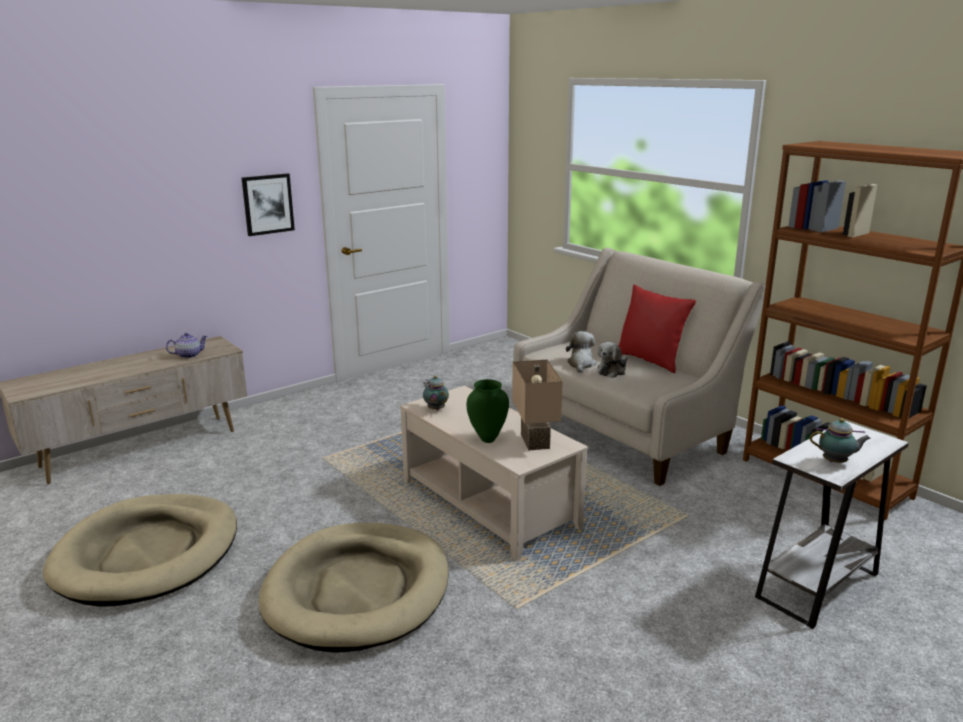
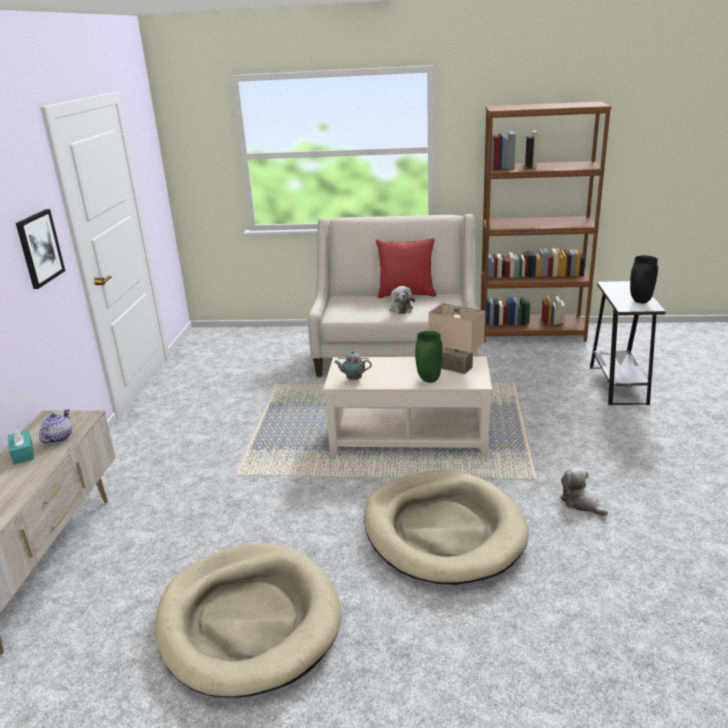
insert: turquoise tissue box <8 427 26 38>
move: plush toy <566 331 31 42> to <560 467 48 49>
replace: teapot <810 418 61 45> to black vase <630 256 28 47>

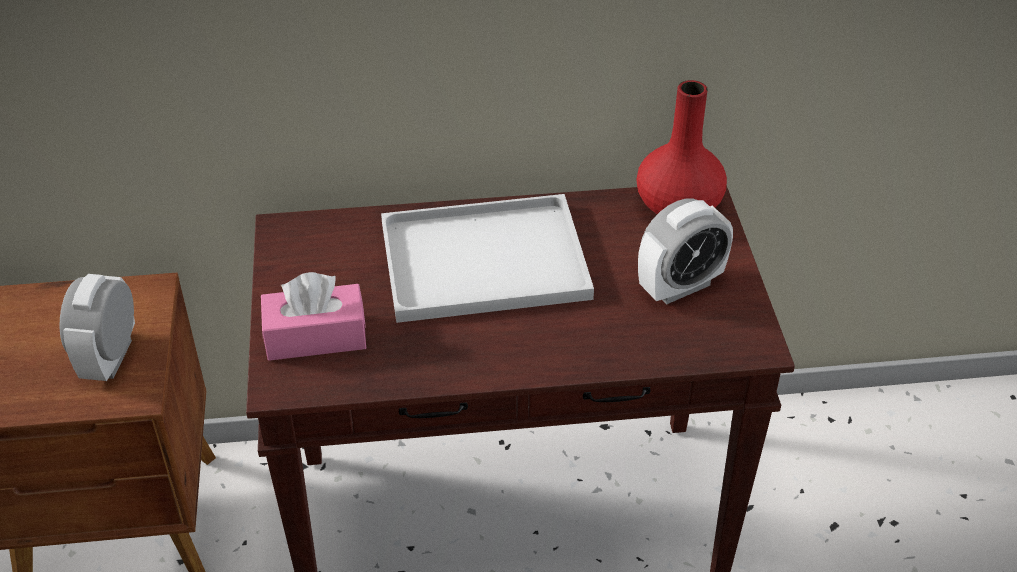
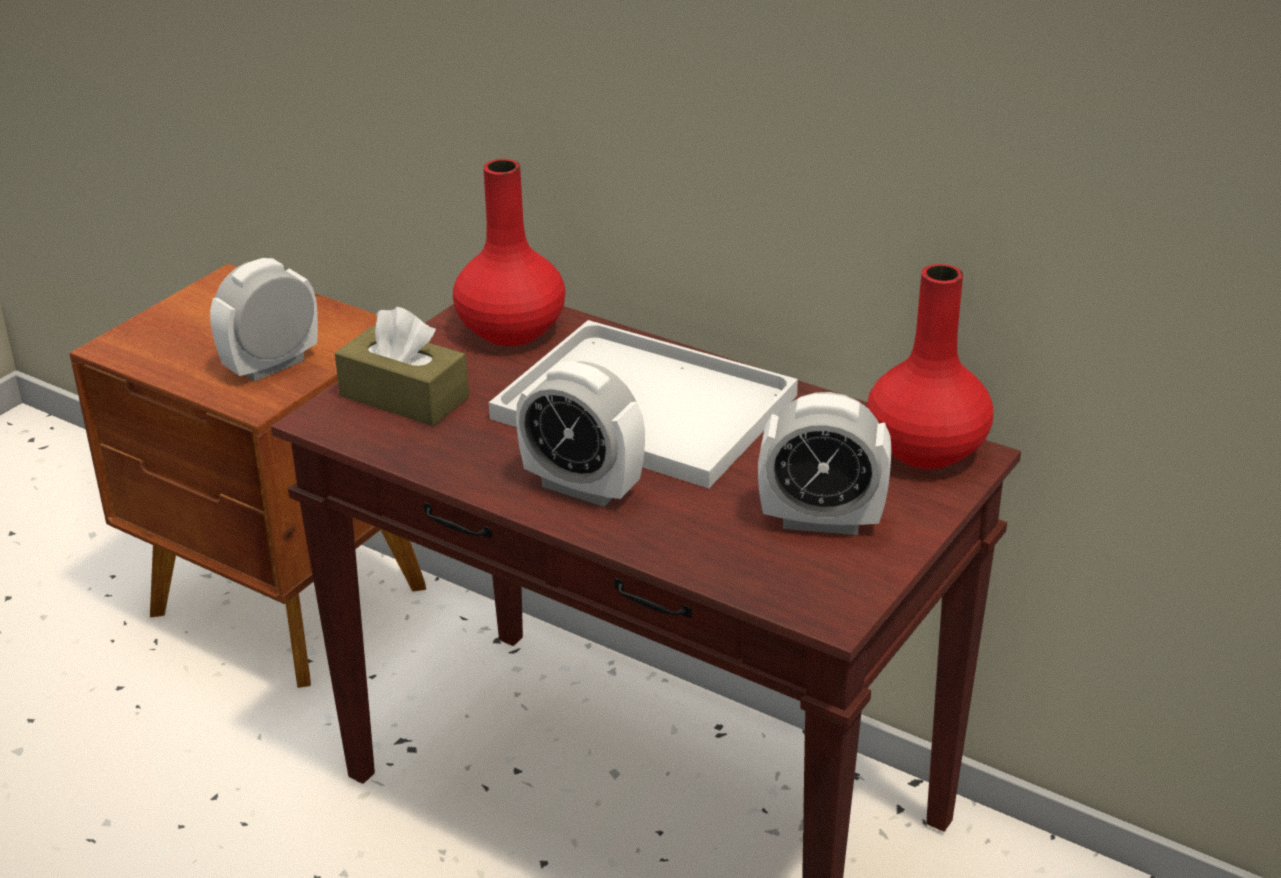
insert: red vase <453 159 113 187>; alarm clock <516 361 129 146>
recolor: pink tissue box <261 272 105 89> to brown tissue box <335 307 134 119>

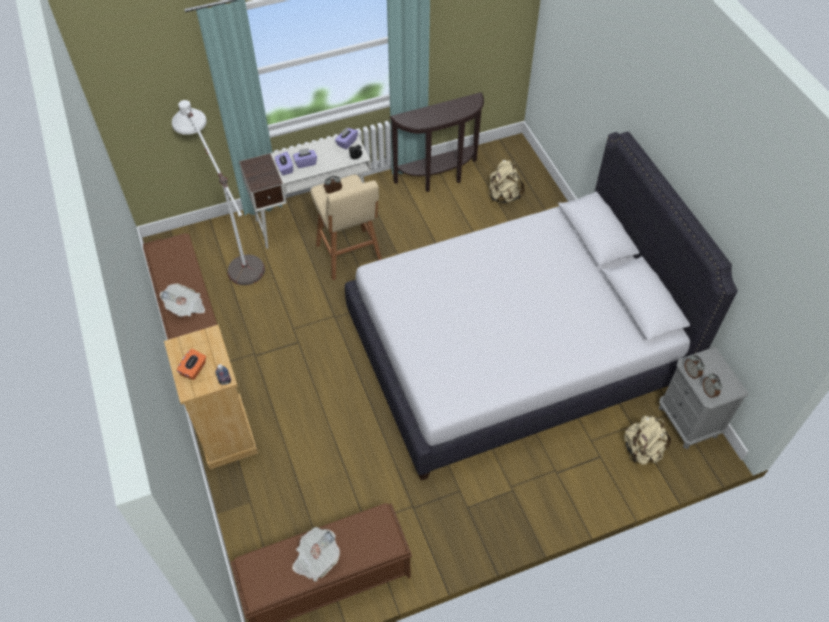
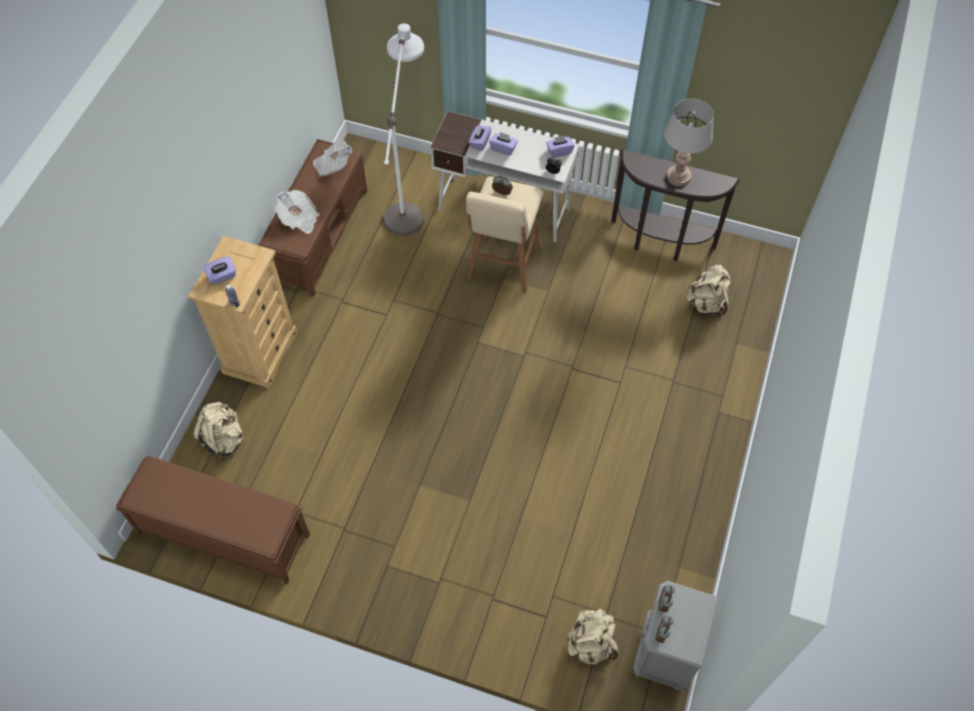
delete: white bed <345 132 393 348>
insert: grey table lamp <664 99 50 87>; beige backpack <193 402 50 59>
move: newspaper <292 527 48 55> to <313 141 39 36>
recolor: orange tissue box <177 349 29 31> to purple tissue box <203 256 33 29>

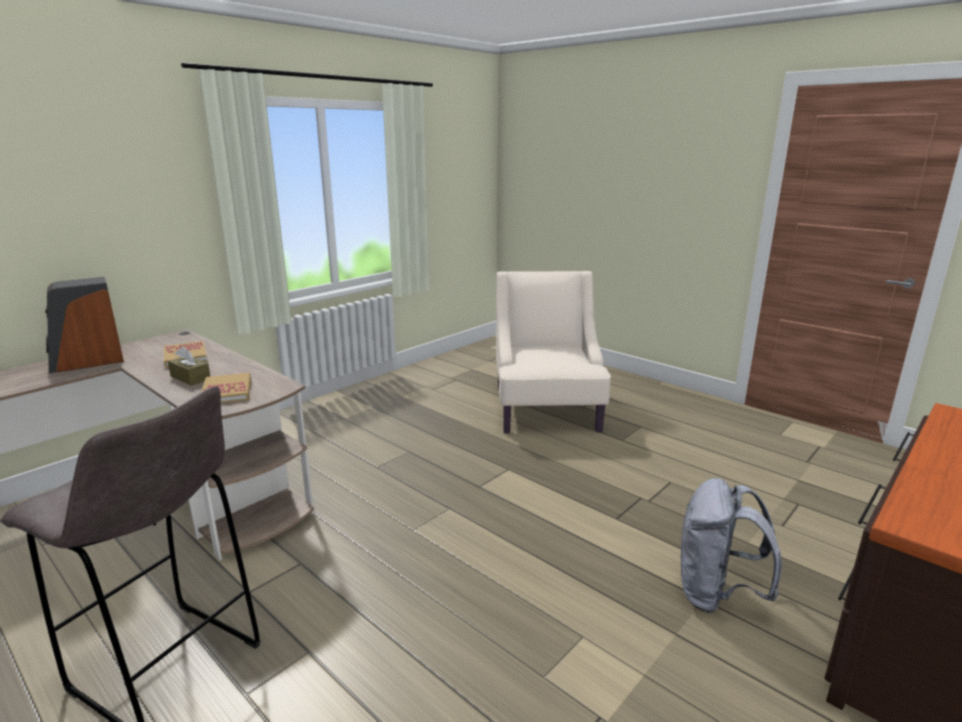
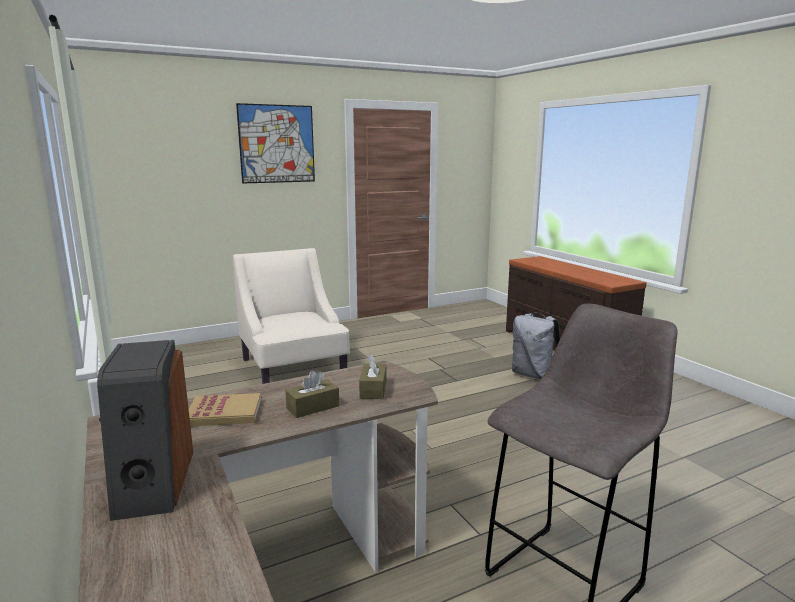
insert: picture <236 103 79 81>
replace: book <201 373 50 30> to brown tissue box <359 354 27 45>
rotate: beige armchair <496 271 115 163> = <233 248 117 136> 45 degrees clockwise

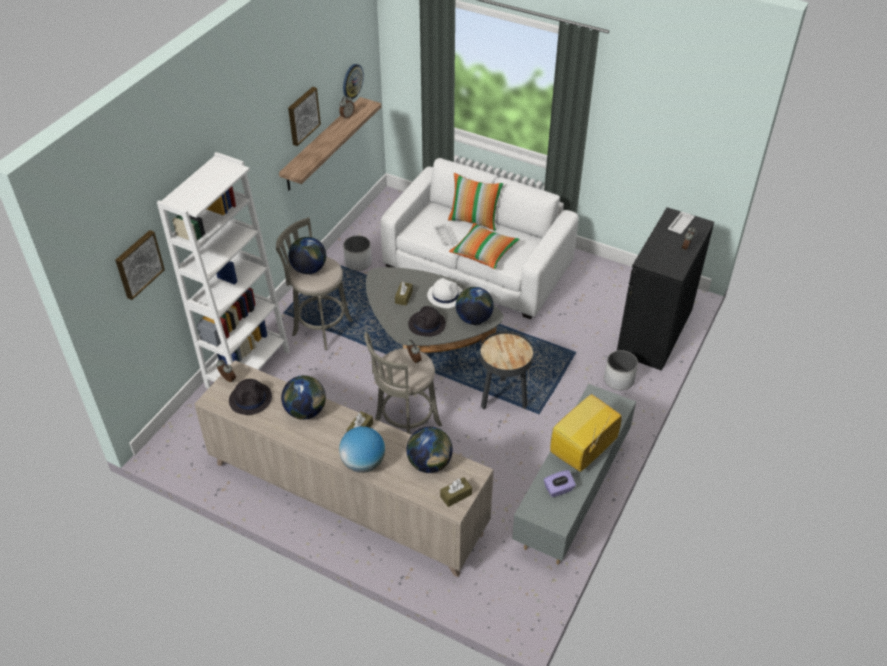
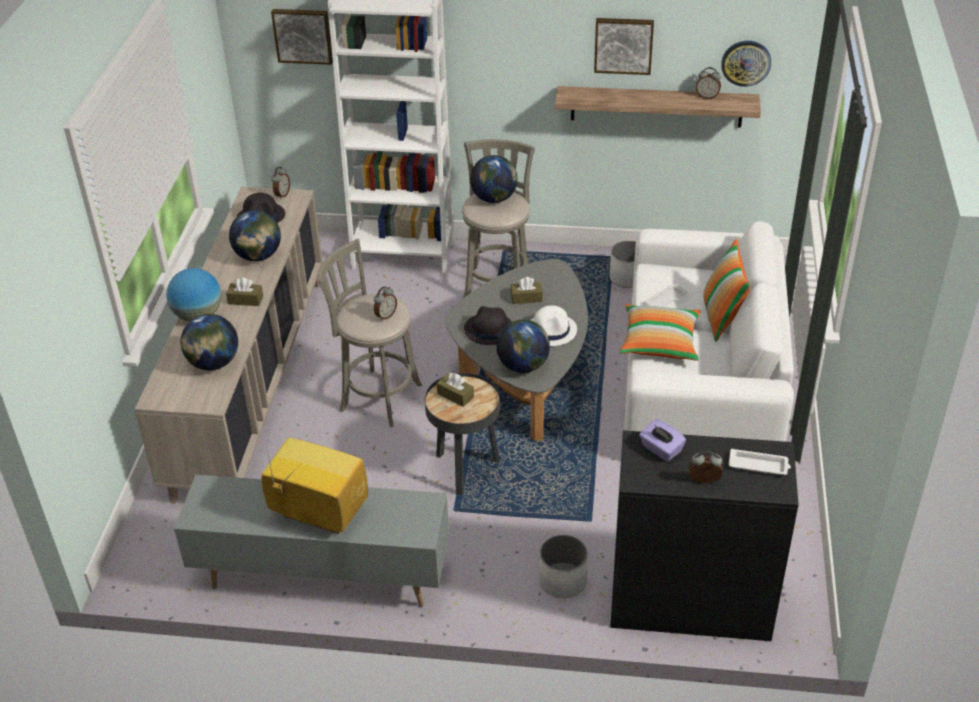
move: purple tissue box <544 470 32 27> to <639 419 47 43>; brown tissue box <440 477 32 30> to <437 373 37 34>

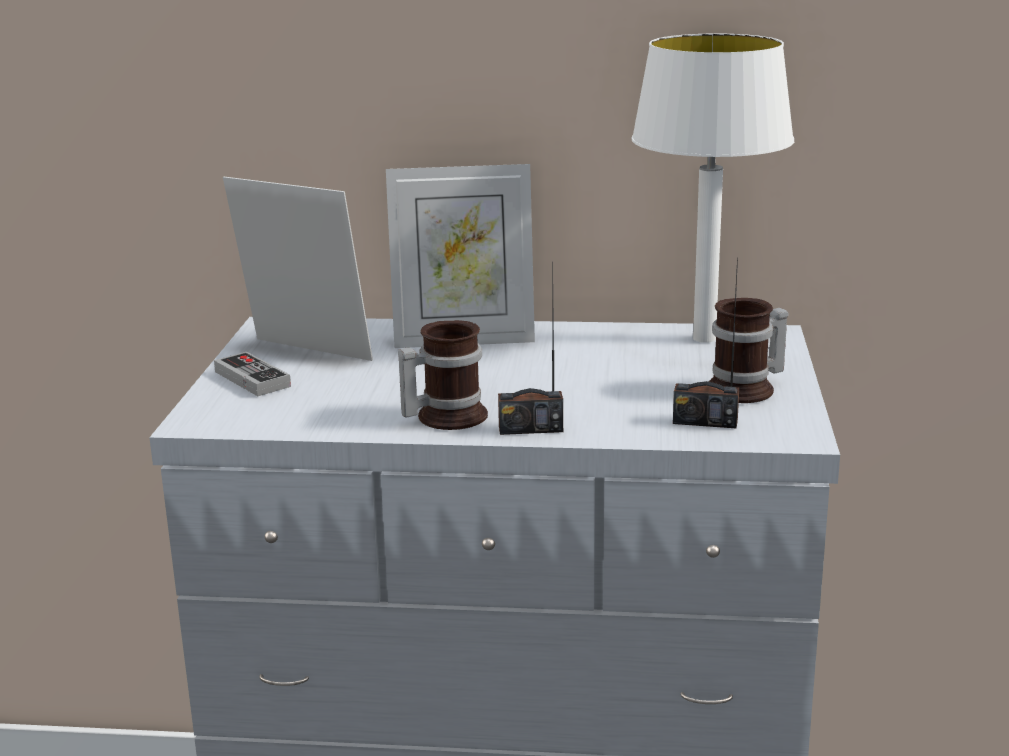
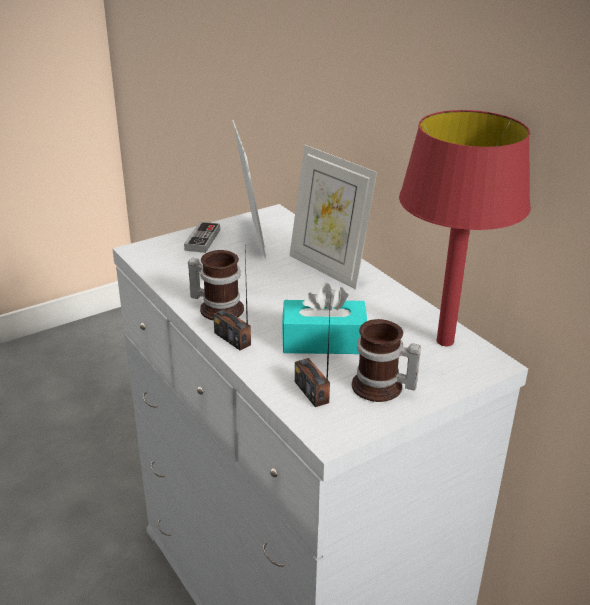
insert: turquoise tissue box <282 283 85 71>
recolor: white table lamp <631 33 163 310> to red table lamp <399 110 132 236>

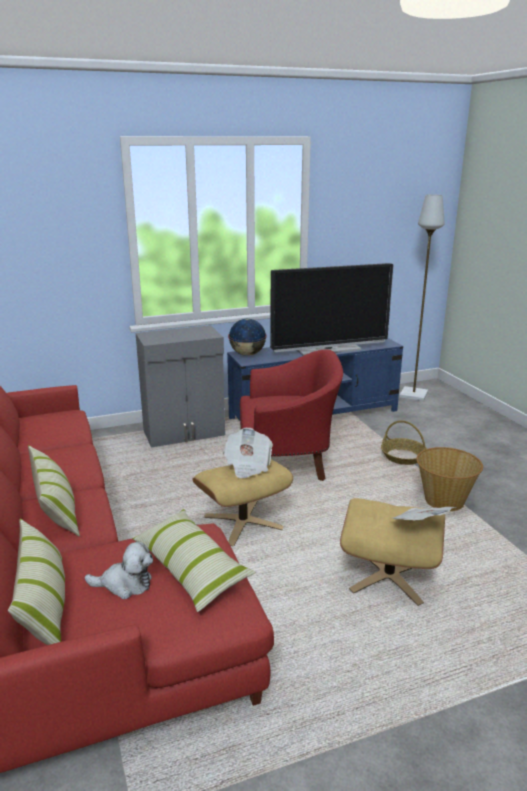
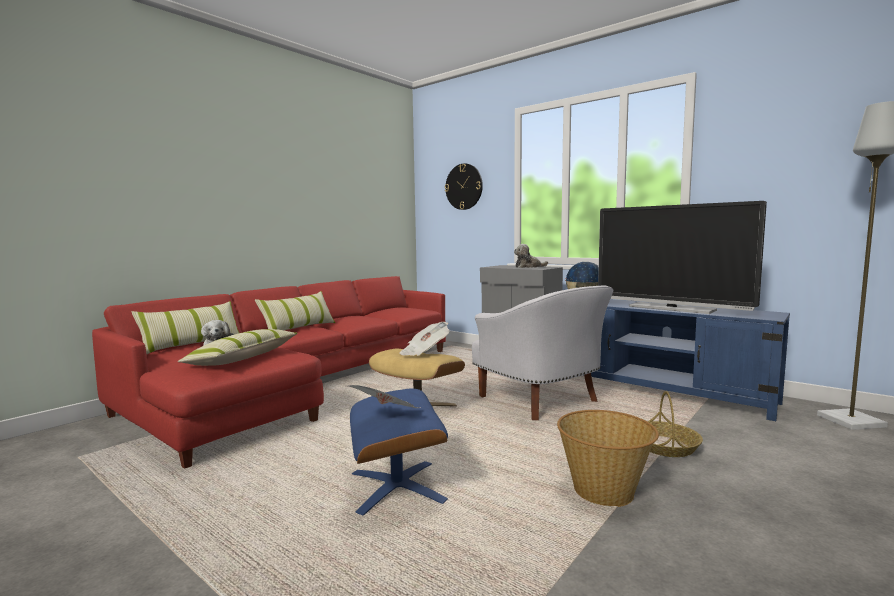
insert: wall clock <445 163 38 47>; plush toy <514 244 34 24>
recolor: red armchair <240 350 103 131> to white armchair <472 286 141 134>; beige ottoman <340 498 105 108> to blue ottoman <350 389 98 126>

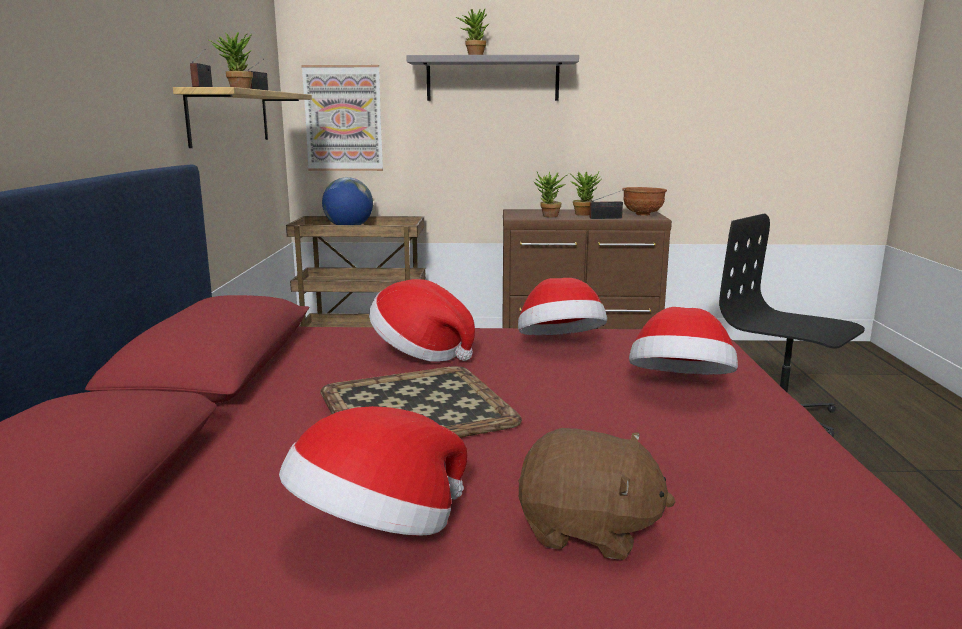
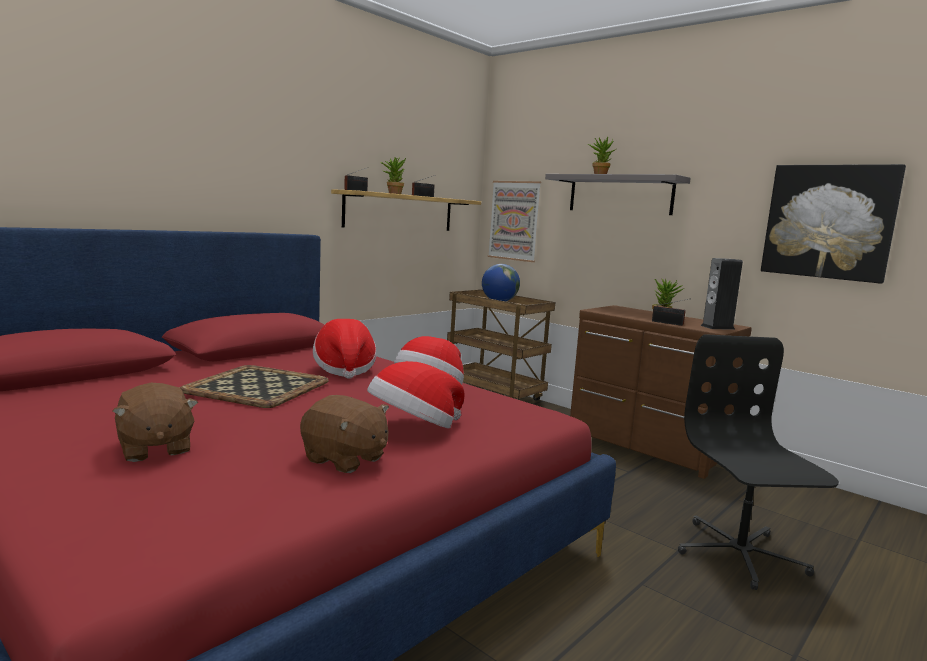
delete: potted plant <533 172 34 45>; hat <279 406 188 130>
insert: picture <761 164 145 120>; brown plush toy <300 395 89 78>
replace: brown bowl <622 187 45 29> to speaker <701 258 42 72>

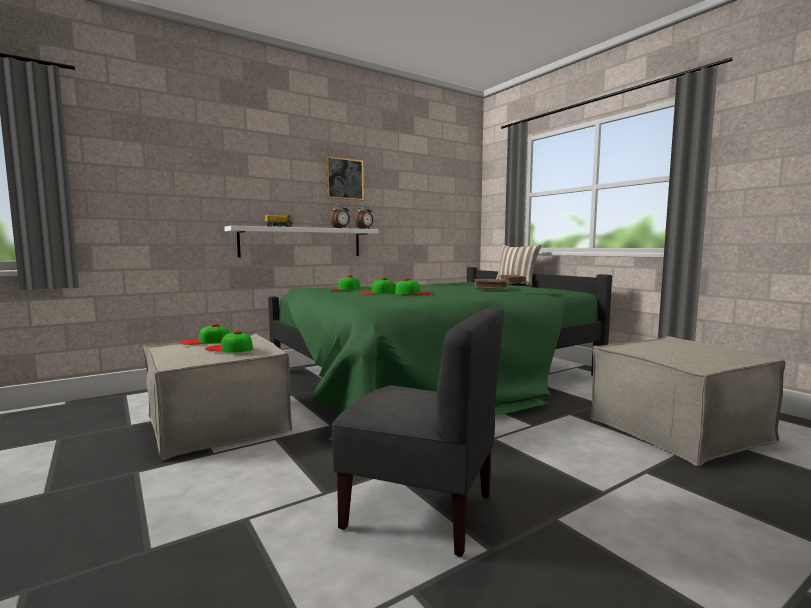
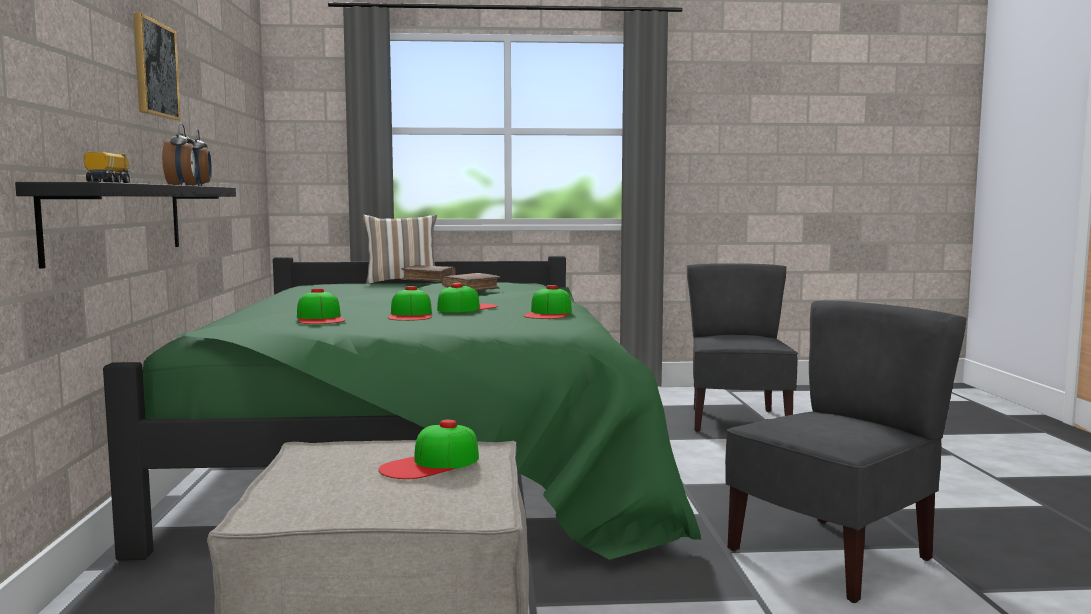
move: cap <180 324 49 21> to <524 285 48 34>
replace: beige ottoman <590 336 196 130> to grey chair <687 263 111 169>
recolor: white shelf <224 225 155 32> to black shelf <15 182 221 87>

